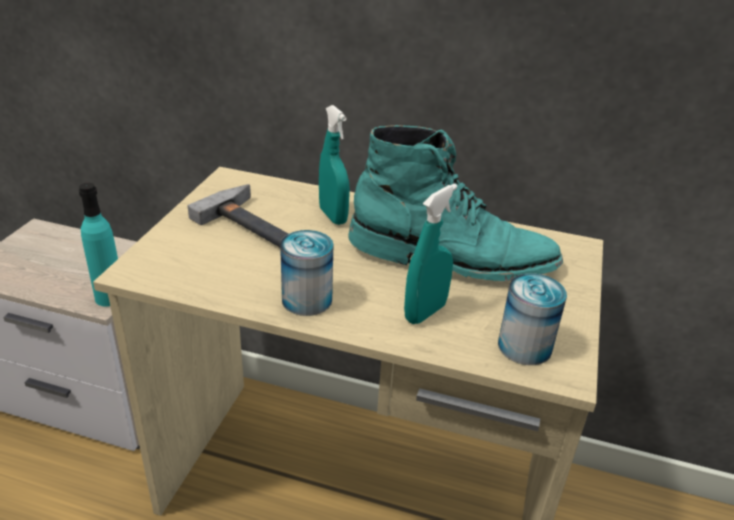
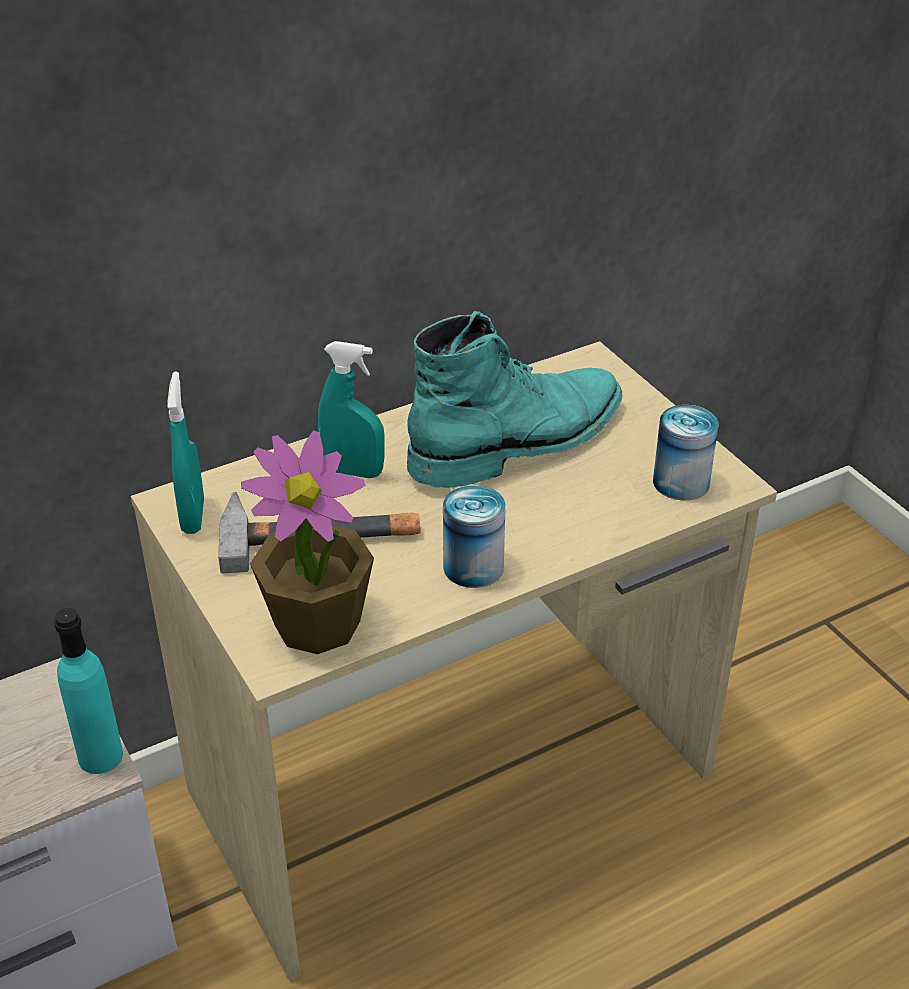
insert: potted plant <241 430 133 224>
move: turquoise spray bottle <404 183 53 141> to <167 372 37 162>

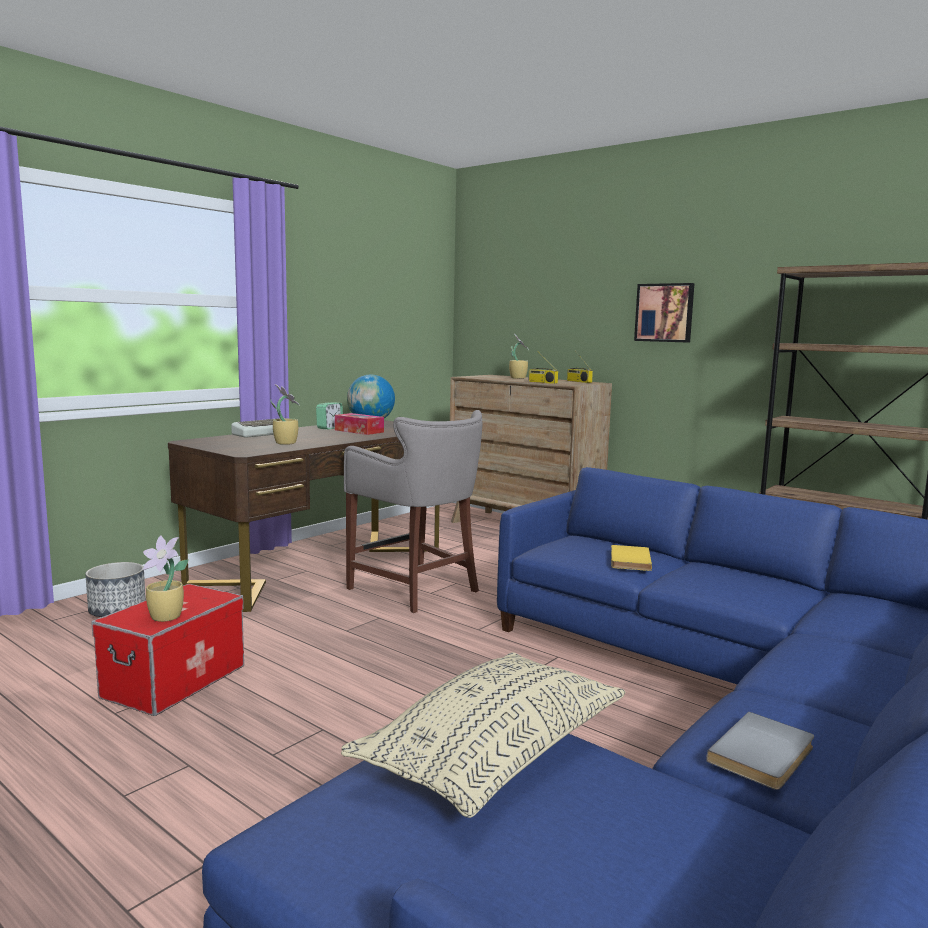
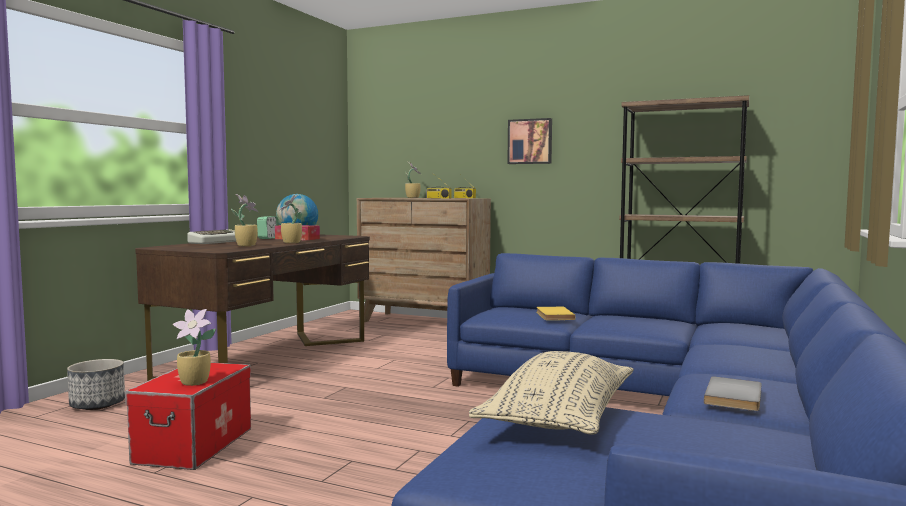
delete: grey stool <344 410 138 203>
insert: potted plant <279 195 24 48>

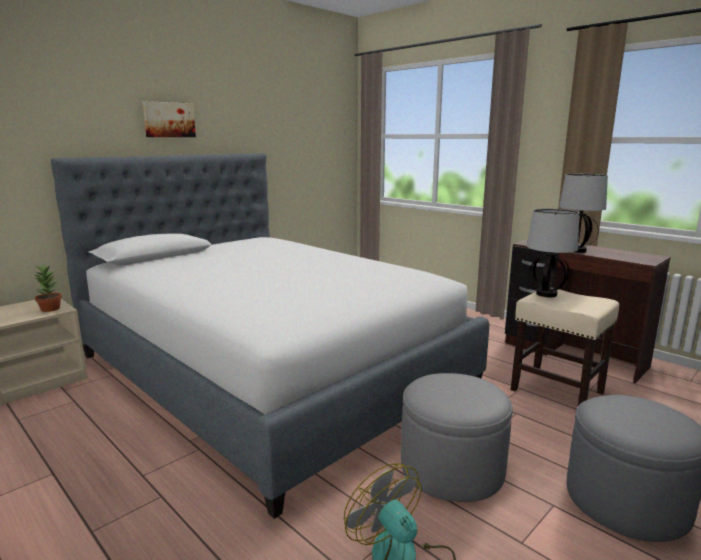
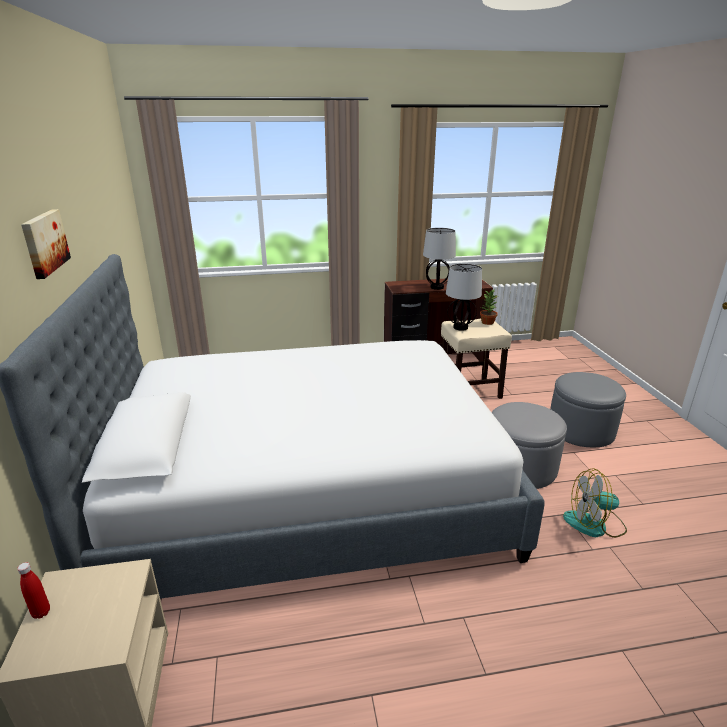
insert: red bottle <17 562 33 57>
move: potted plant <33 264 29 48> to <480 289 18 36>

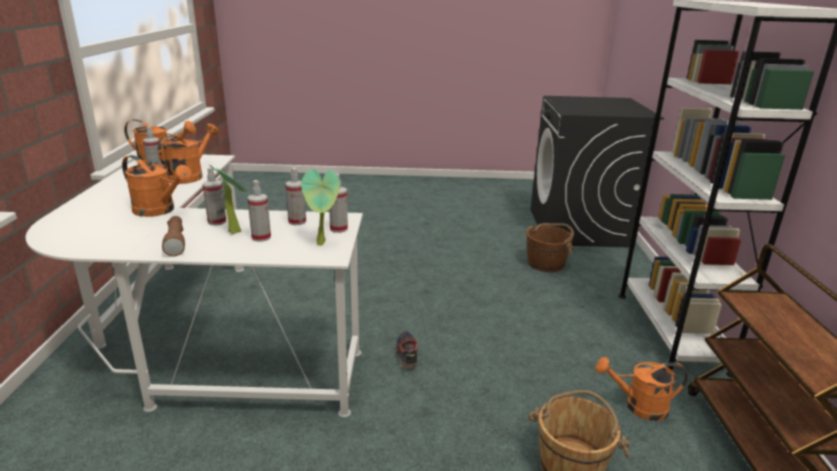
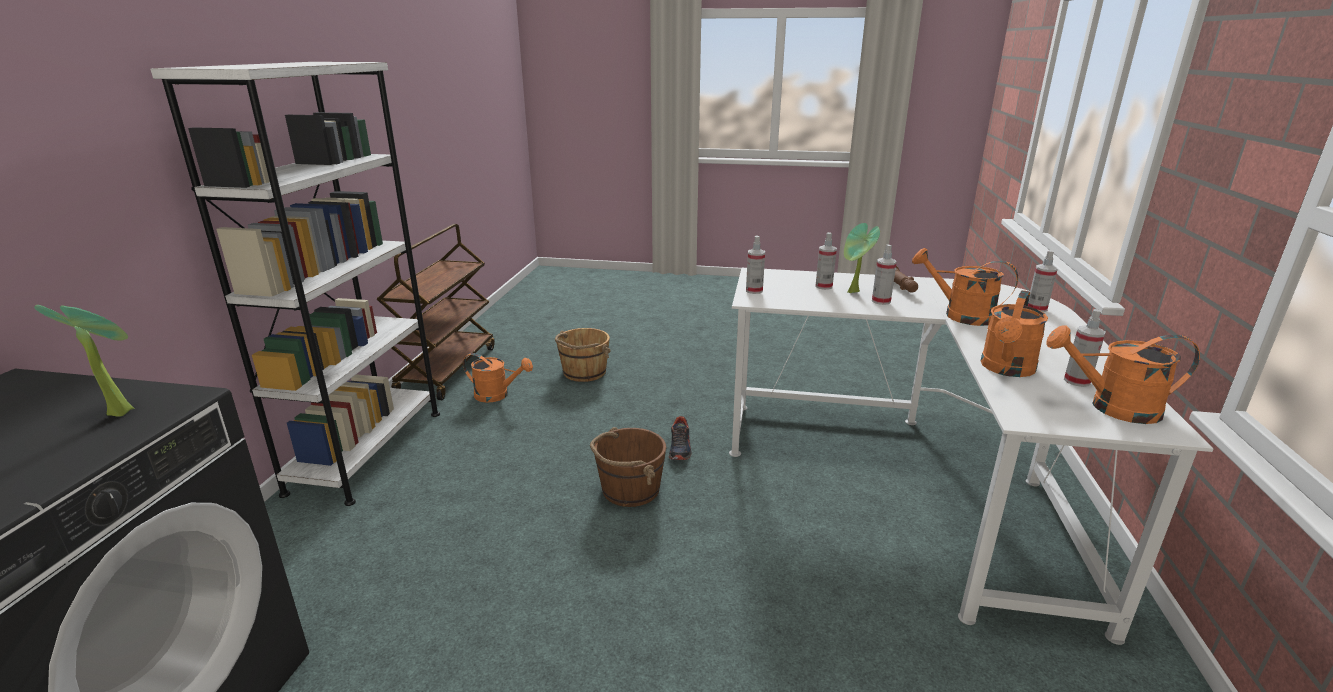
move: spray bottle <285 167 21 58> to <1028 250 30 62>; potted plant <301 169 39 76> to <34 305 101 112>; brown bucket <526 223 48 49> to <590 427 76 80>

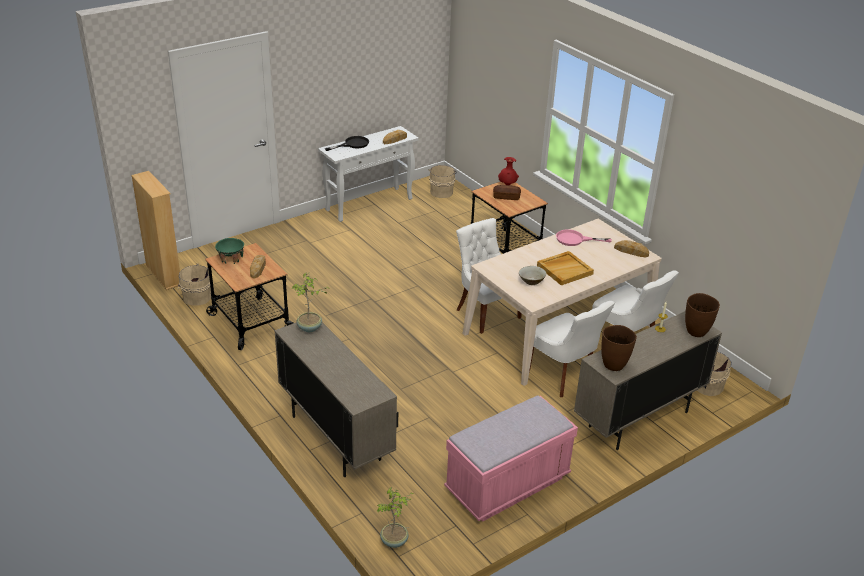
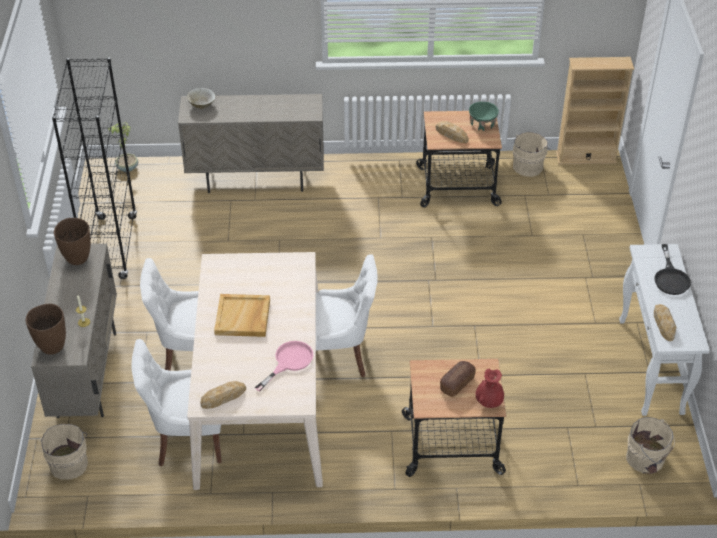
delete: potted plant <292 272 38 60>
move: beige bowl <519 266 27 19> to <187 88 28 21>
replace: pink bench <444 396 134 126> to black bookcase <52 57 85 222>

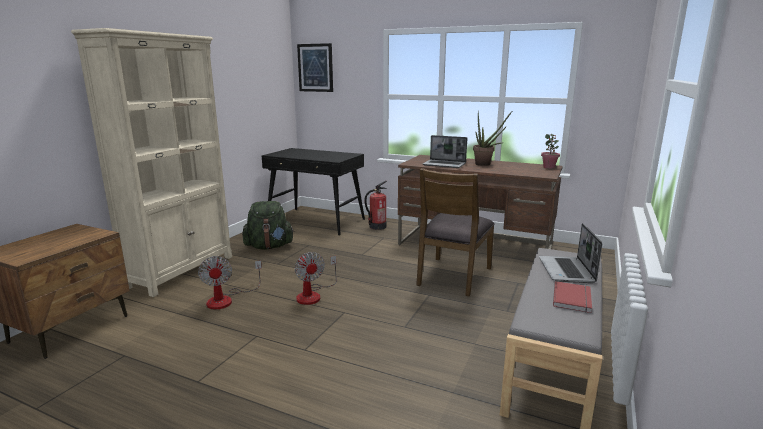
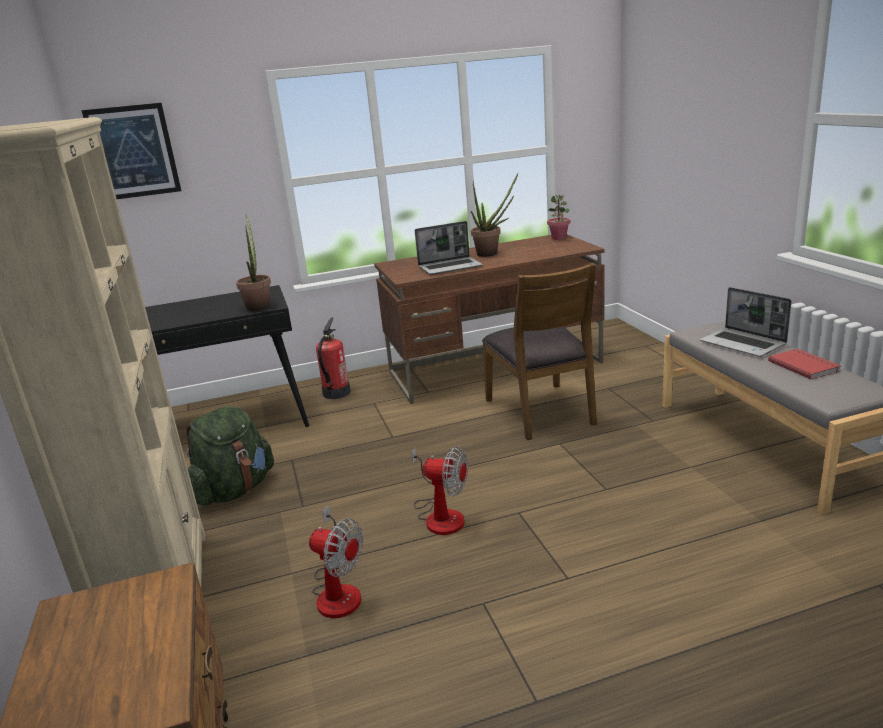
insert: potted plant <236 215 35 96>

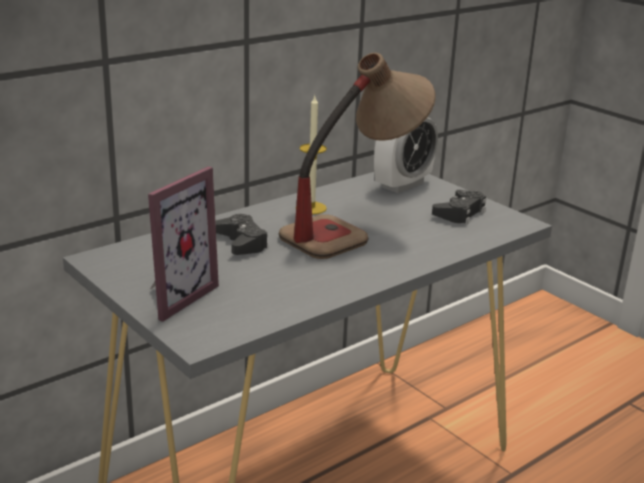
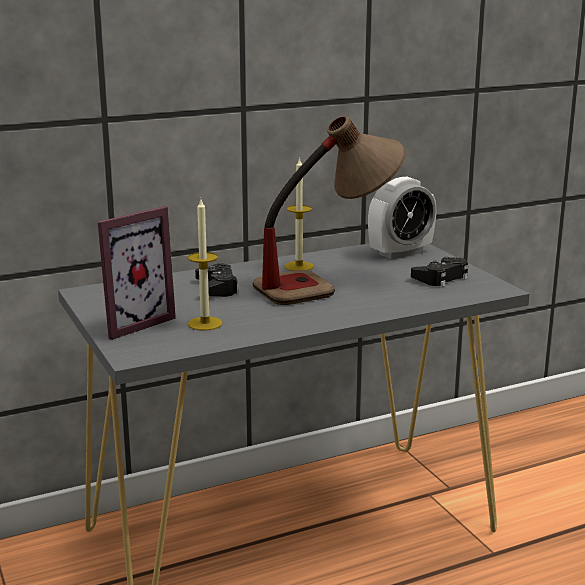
insert: candle <188 199 35 132>

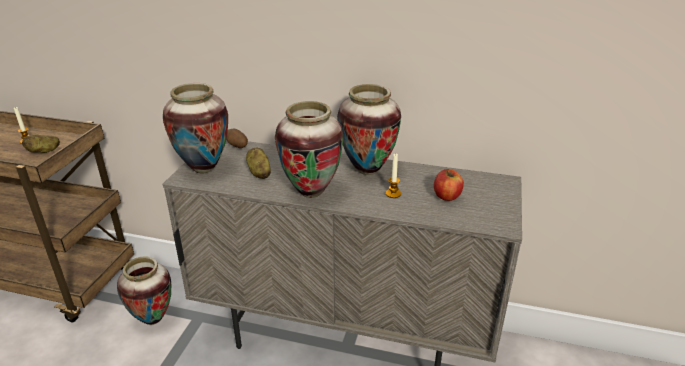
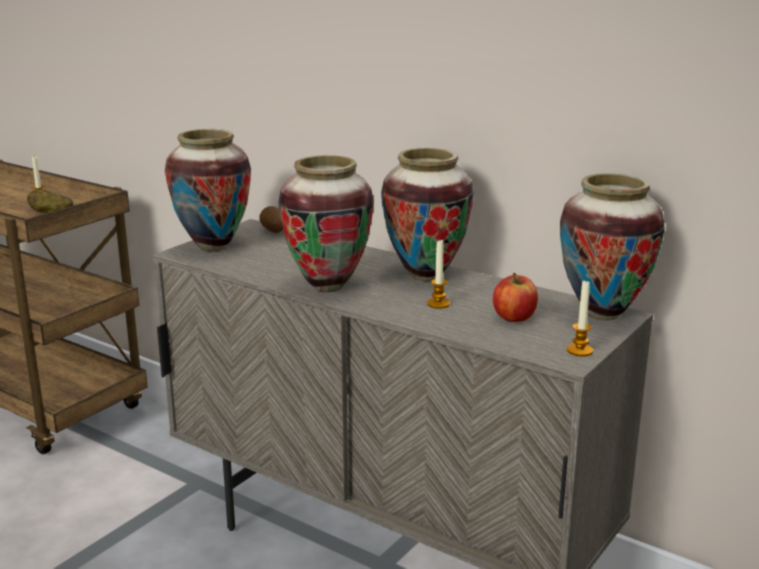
delete: potato <246 147 25 32>
insert: candle <567 279 26 78>
move: vase <117 256 54 69> to <560 173 105 147>

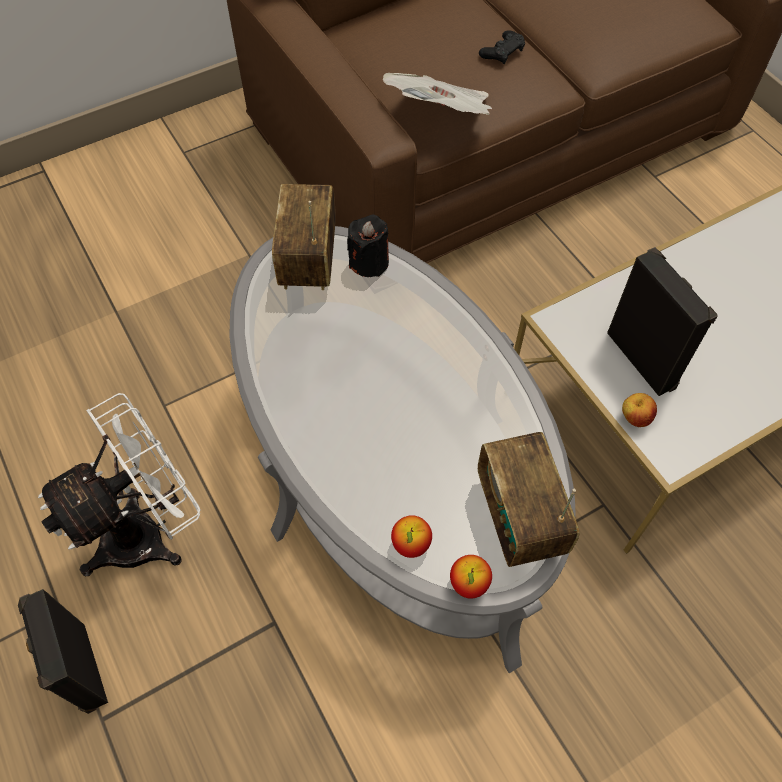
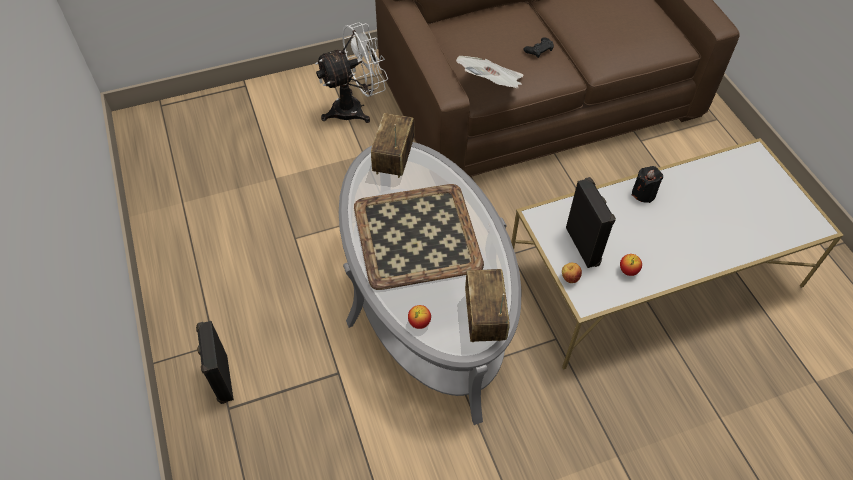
insert: tray <354 184 130 106>
move: black candle <347 214 42 63> to <632 166 31 37>; white fan <38 393 163 183> to <315 22 73 101>; apple <450 555 42 44> to <620 254 22 22>

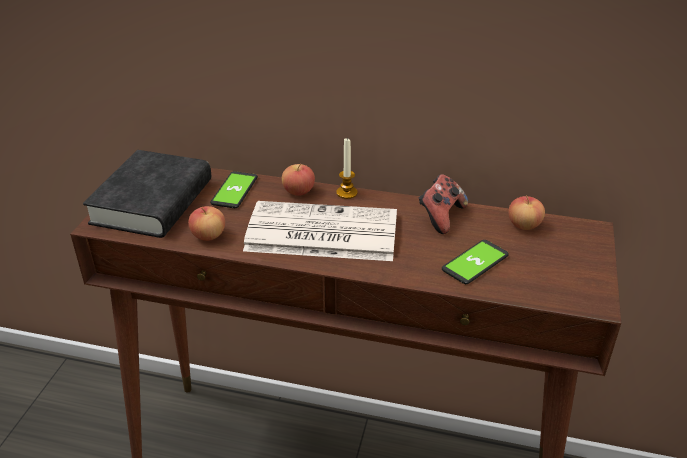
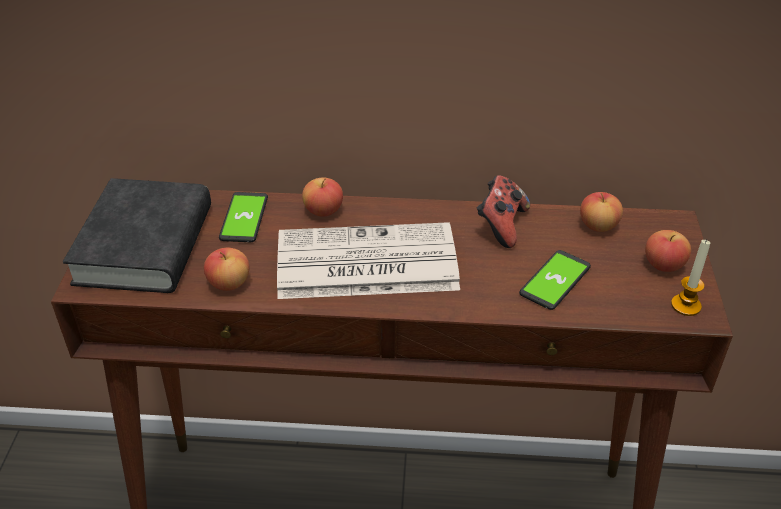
insert: apple <645 230 46 42>
move: candle <336 138 22 61> to <671 239 39 77>

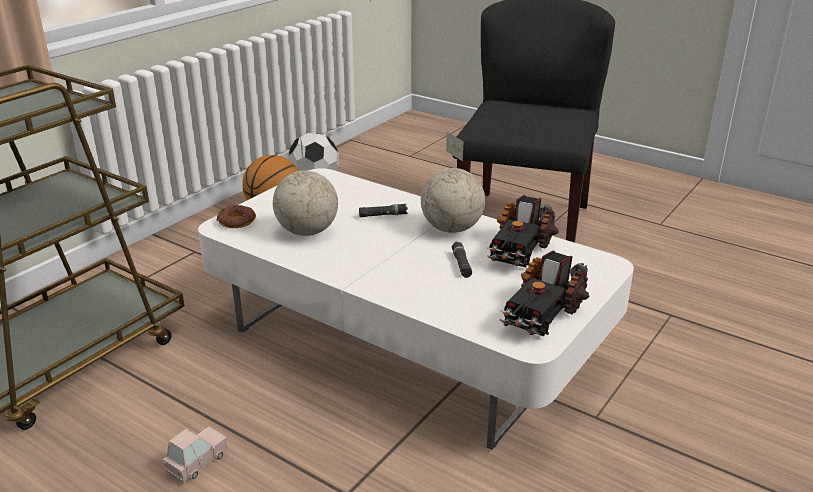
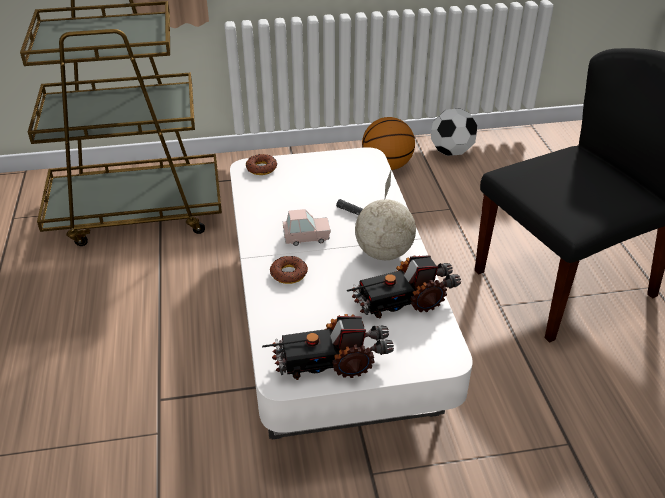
delete: globe <273 136 65 100>; black flashlight <452 241 20 37>
insert: donut <270 256 38 28>
move: pink toy car <163 426 64 57> to <283 209 48 37>

